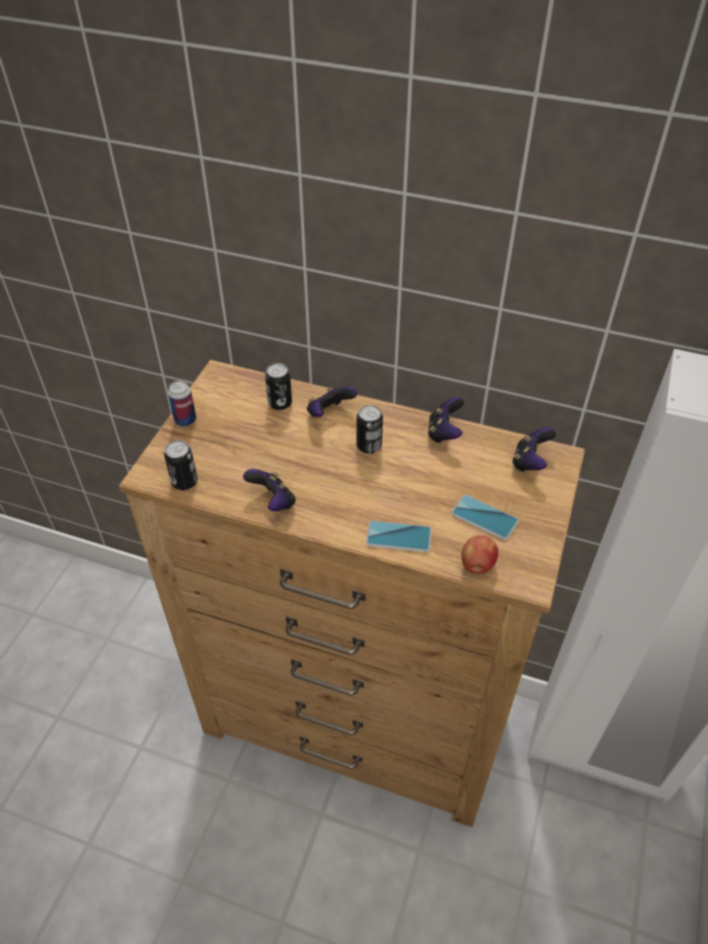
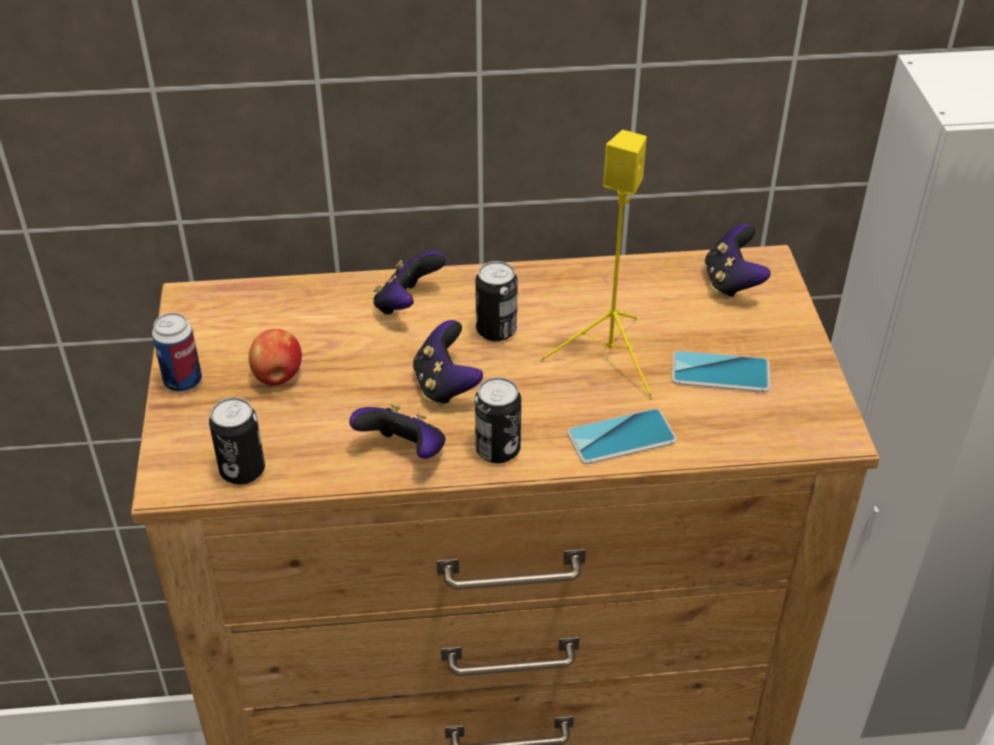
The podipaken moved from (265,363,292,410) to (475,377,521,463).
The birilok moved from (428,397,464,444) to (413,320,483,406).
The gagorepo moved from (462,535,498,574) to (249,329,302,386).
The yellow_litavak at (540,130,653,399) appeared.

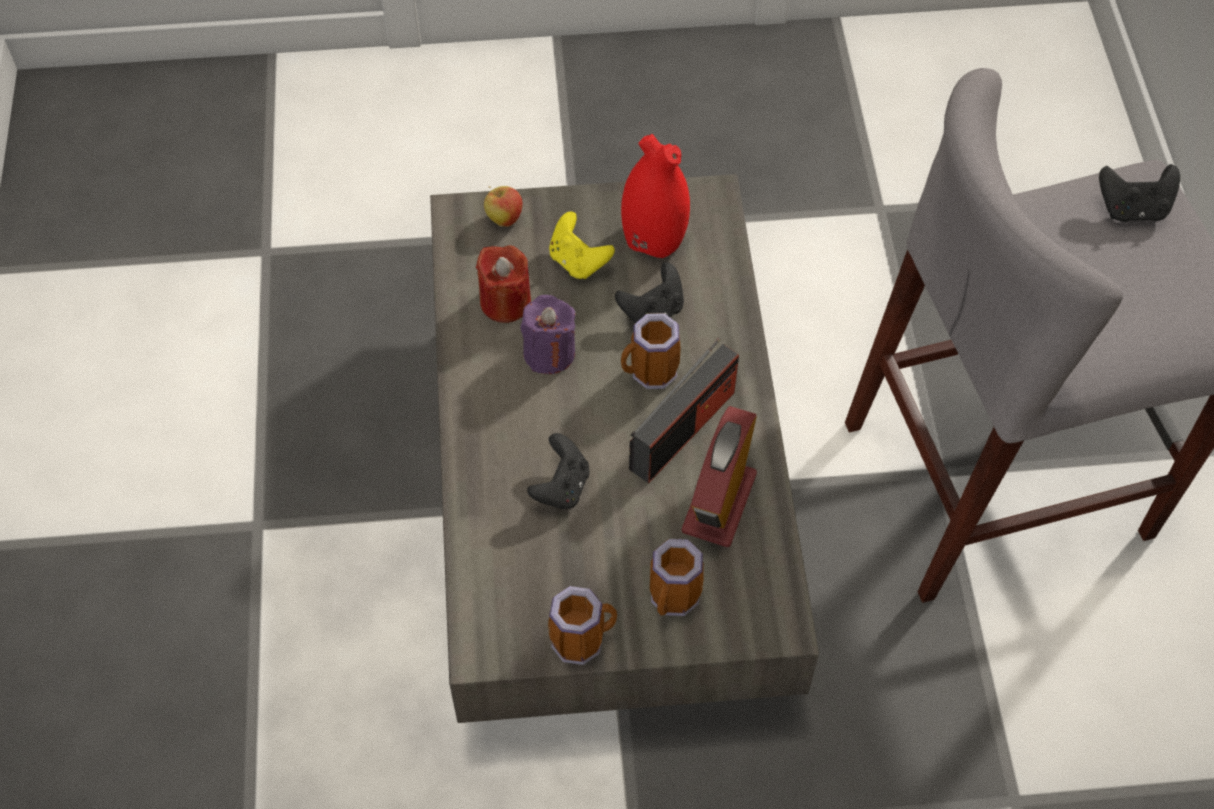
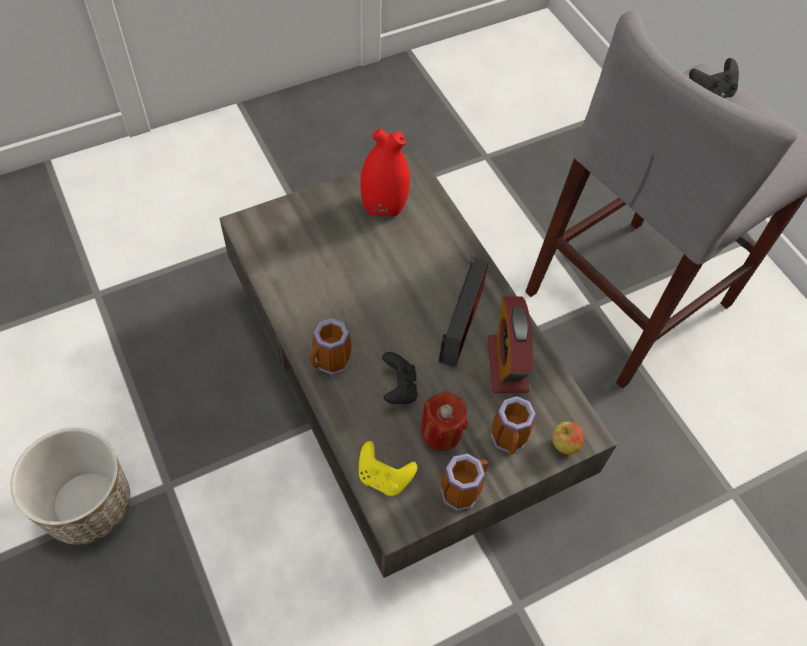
The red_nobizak moved from (476,245,531,323) to (421,392,468,451).
The gagorepo moved from (484,186,522,227) to (552,422,584,455).
The purple_nobizak at (521,295,575,374) disappeared.
The yellow_birilok moved from (549,212,615,279) to (359,441,417,496).
The black_birilok at (615,262,684,323) disappeared.
The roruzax moved from (621,313,681,389) to (310,318,351,375).
The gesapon at (11,428,130,545) appeared.

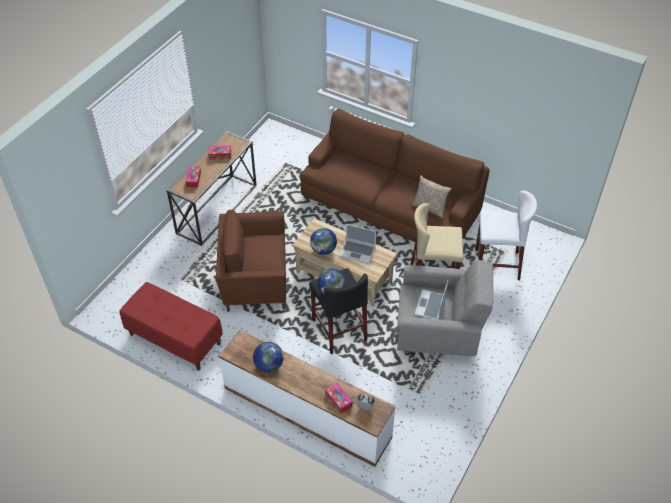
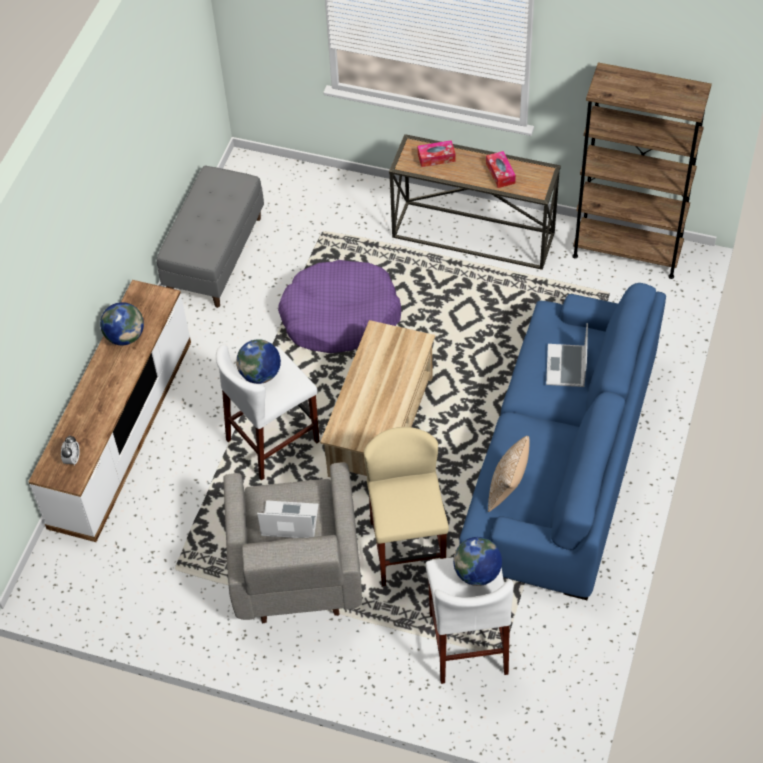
The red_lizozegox at (119,282,223,371) became the grey_lizozegox at (157,166,264,308).
The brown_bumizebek at (216,209,286,312) was replaced by the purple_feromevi at (278,260,402,353).
The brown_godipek at (300,108,489,242) became the blue_godipek at (459,283,666,600).
The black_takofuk at (309,268,368,354) became the white_takofuk at (216,344,320,480).
The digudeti moved from (310,228,337,255) to (453,537,502,586).
The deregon at (325,383,353,413) disappeared.
The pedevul moved from (339,224,376,264) to (546,323,588,387).
The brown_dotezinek at (572,62,712,279) appeared.

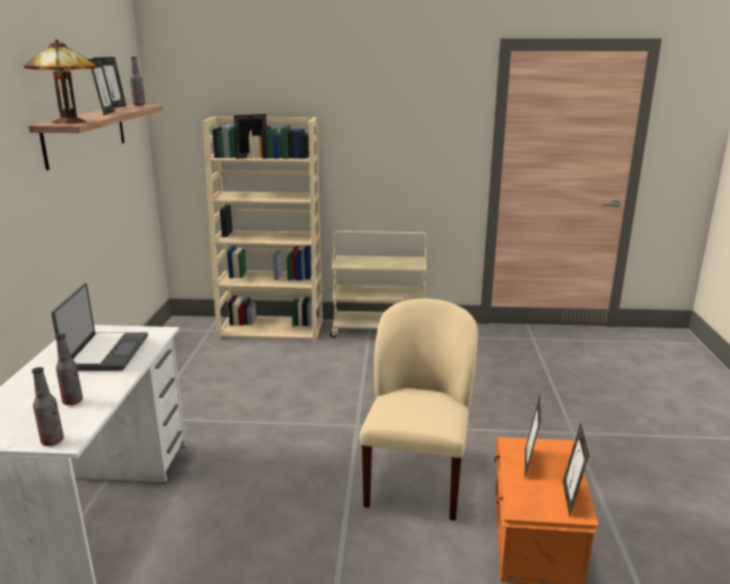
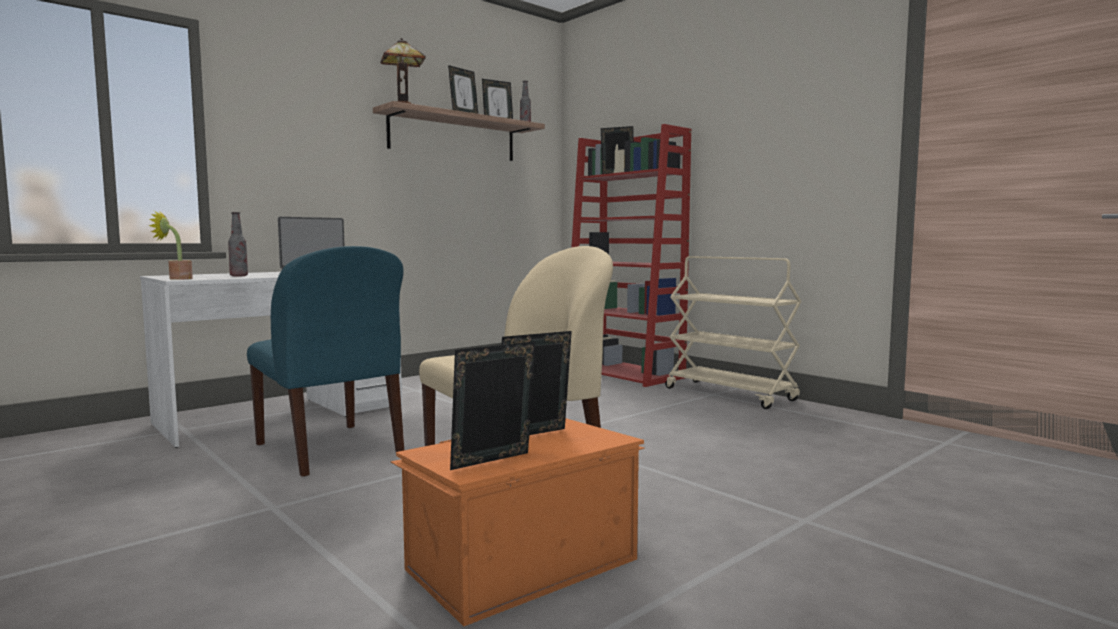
The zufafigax at (32,367,64,446) was replaced by the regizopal at (149,210,193,280).
The beige_dotezinek at (203,117,323,342) became the red_dotezinek at (571,124,691,387).
The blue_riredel at (247,246,404,477) appeared.

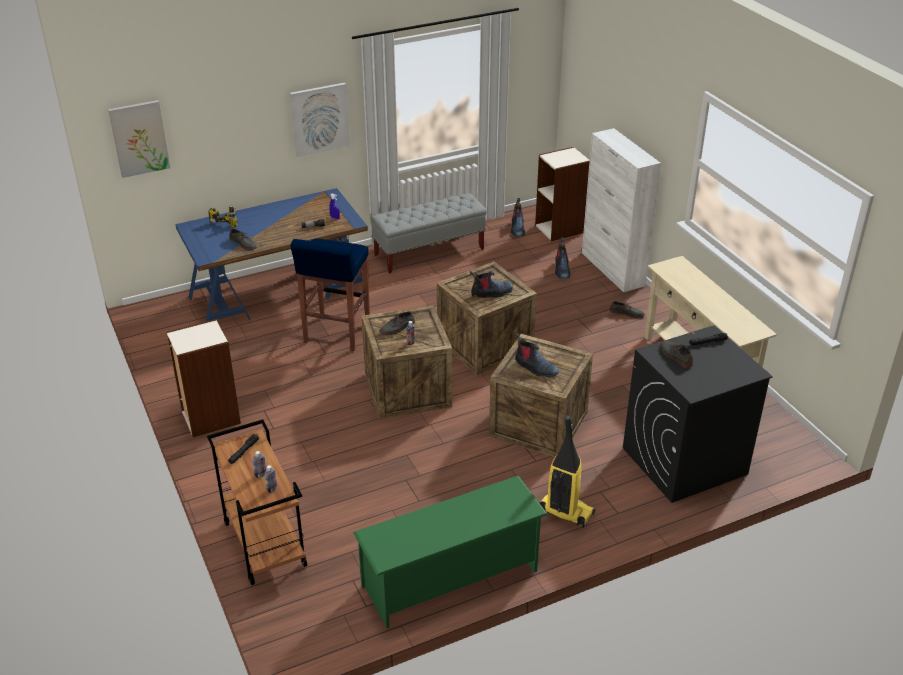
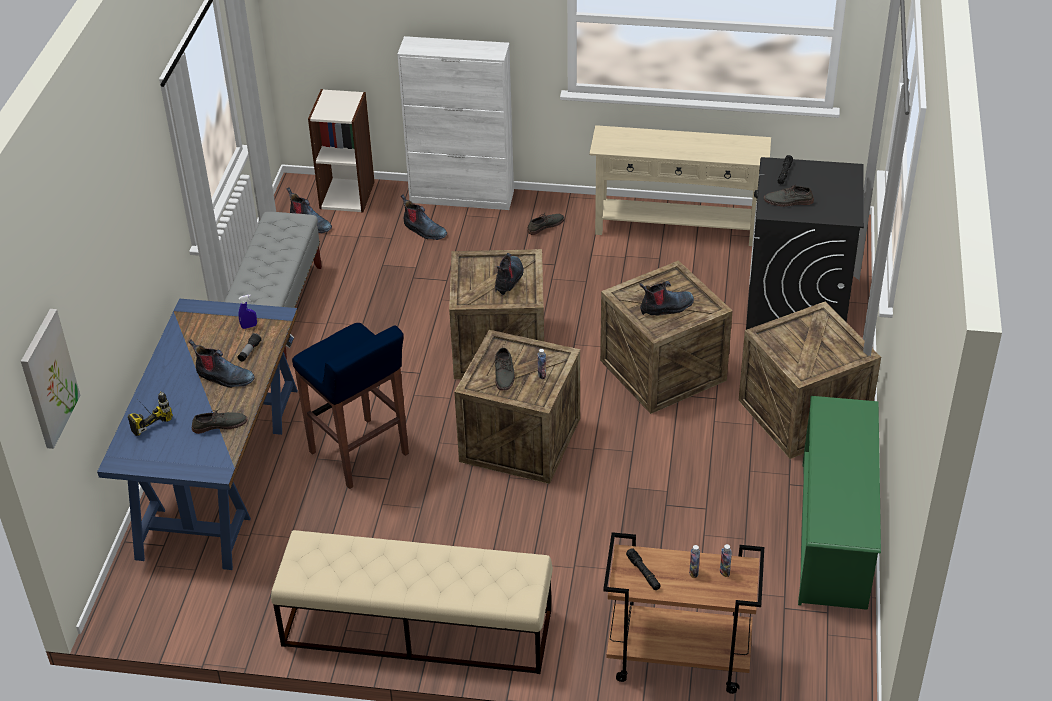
The dotezinek at (166,319,241,437) was replaced by the beige_lizozegox at (271,530,553,674).
The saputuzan at (290,83,350,157) disappeared.
The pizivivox at (539,415,595,528) was replaced by the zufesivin at (739,301,881,459).
The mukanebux at (189,339,255,388) appeared.

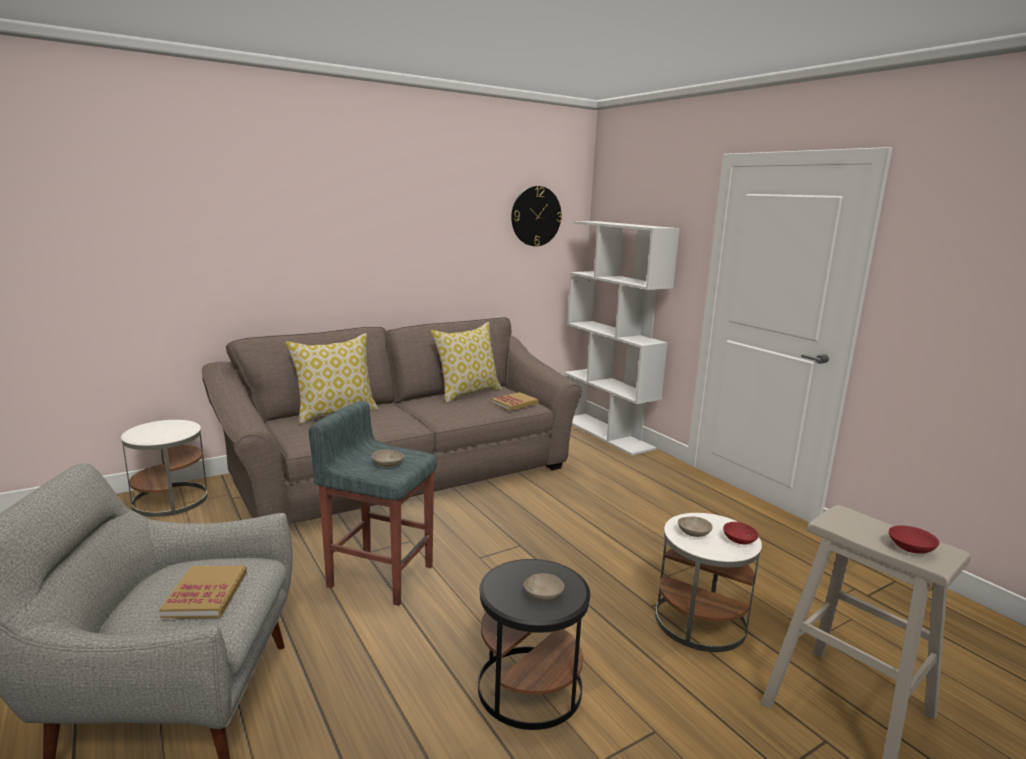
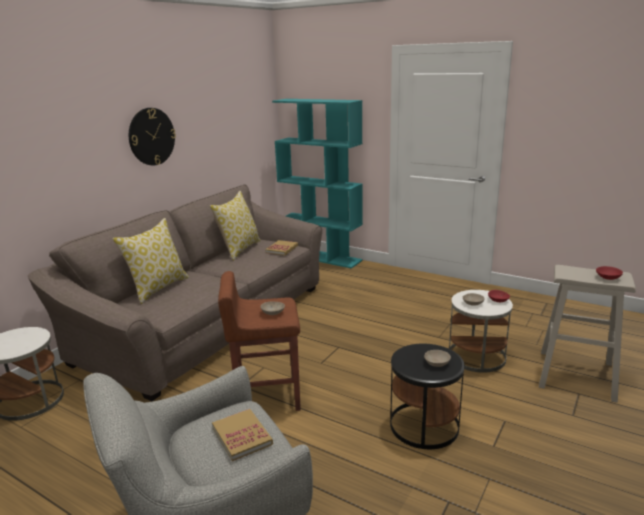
The grey_takofuk at (309,401,437,606) became the brown_takofuk at (218,271,301,411).
The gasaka moved from (511,186,562,246) to (129,108,176,165).
The white_dotezinek at (564,221,680,456) became the turquoise_dotezinek at (272,99,363,269).

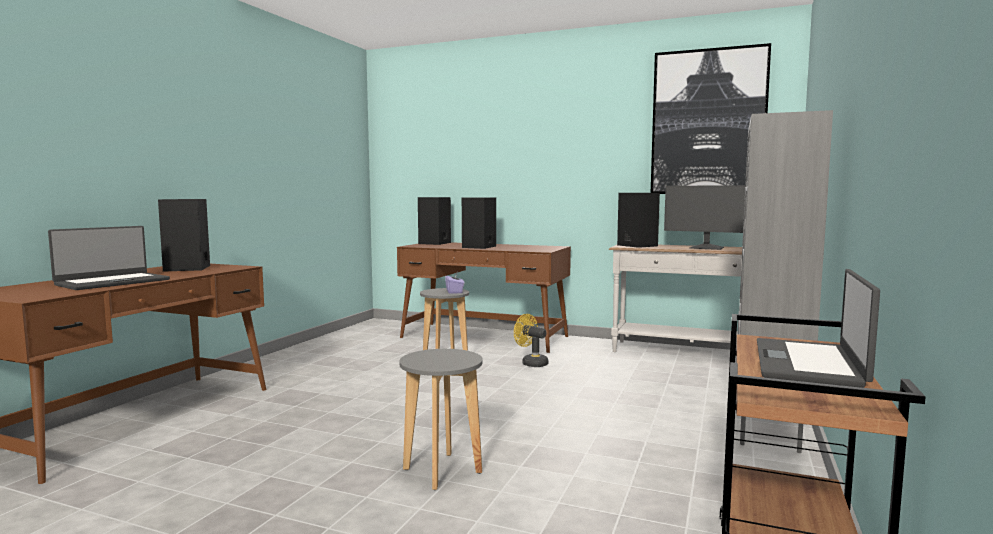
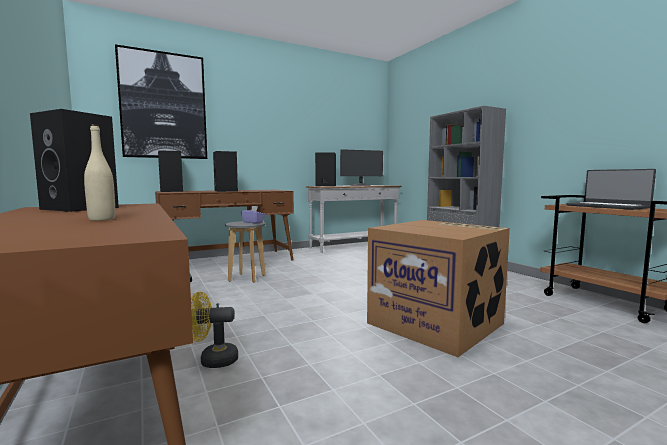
The pedevul at (48,226,170,290) was replaced by the beige_zufafigax at (84,124,115,221).
The grey_takofuk at (399,349,483,490) was replaced by the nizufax at (367,220,510,357).
The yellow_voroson moved from (514,314,548,367) to (191,292,238,368).
The saputuzan moved from (651,43,771,194) to (115,44,207,159).

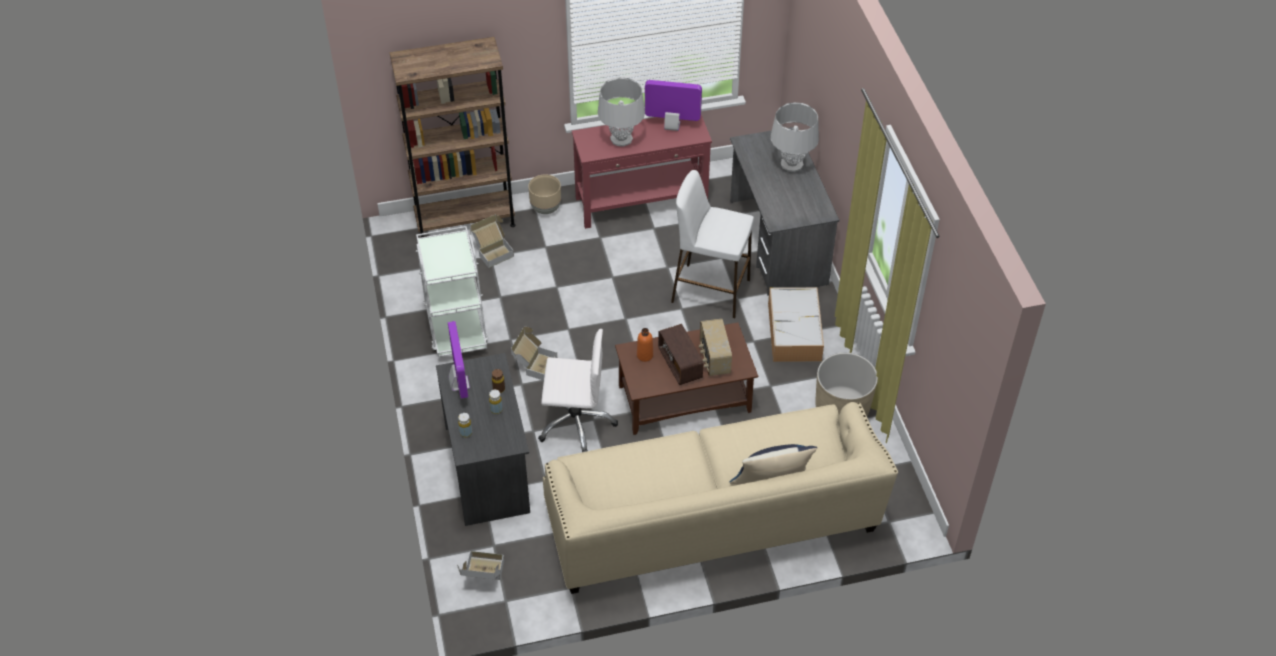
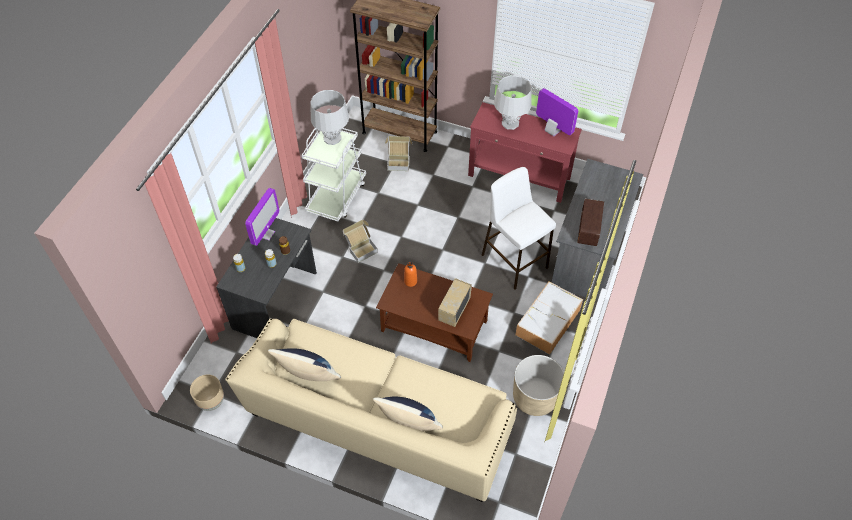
The nizufax at (457,551,504,580) disappeared.
The beige_gesapon moved from (528,174,561,214) to (190,375,224,411).
The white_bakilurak at (538,329,618,452) disappeared.
The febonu moved from (658,324,703,385) to (577,198,604,246).
The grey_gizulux moved from (771,102,819,172) to (310,90,349,145).
The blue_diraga at (268,348,341,381) appeared.

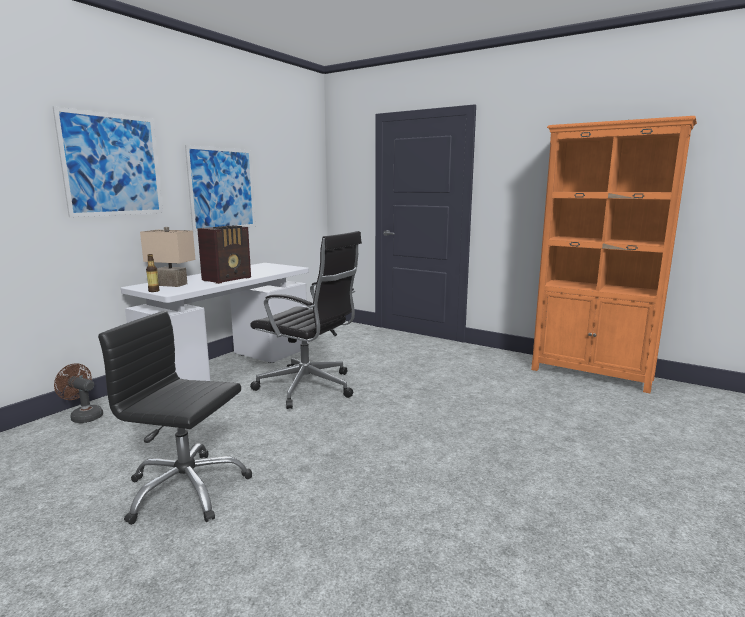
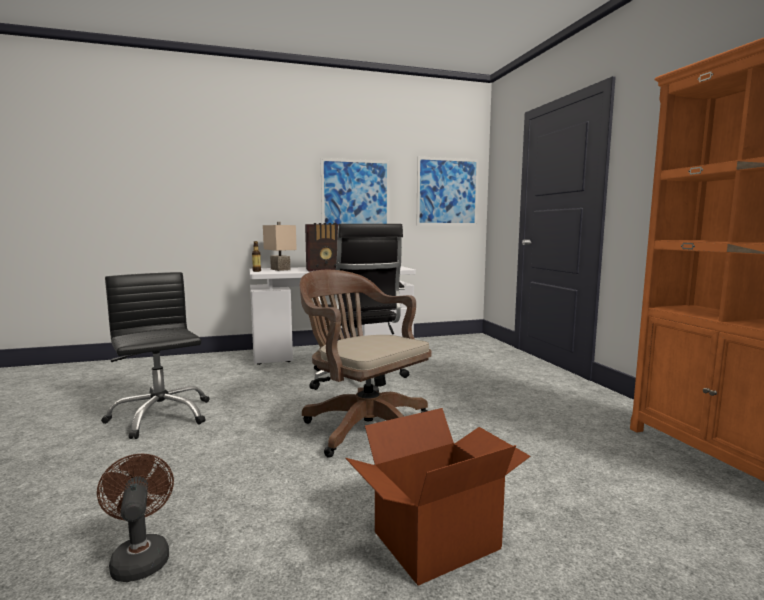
The saputuzan moved from (53,107,163,217) to (417,157,479,226).
The brown_voroson moved from (54,363,103,423) to (97,454,174,582).
The brown_bakilurak at (300,270,431,458) appeared.
The nizufax at (345,408,531,586) appeared.

